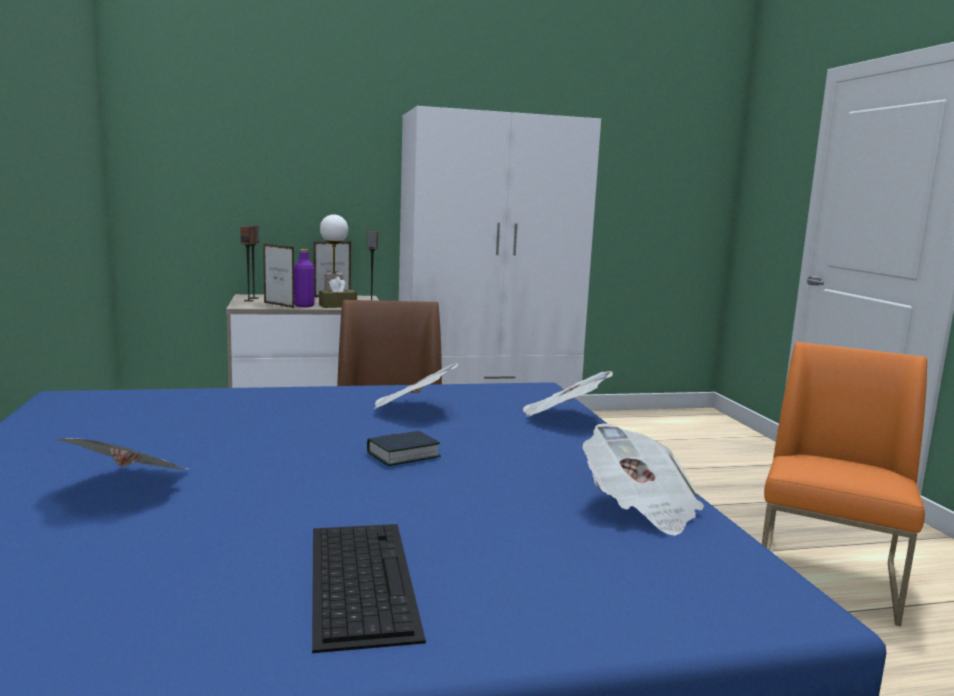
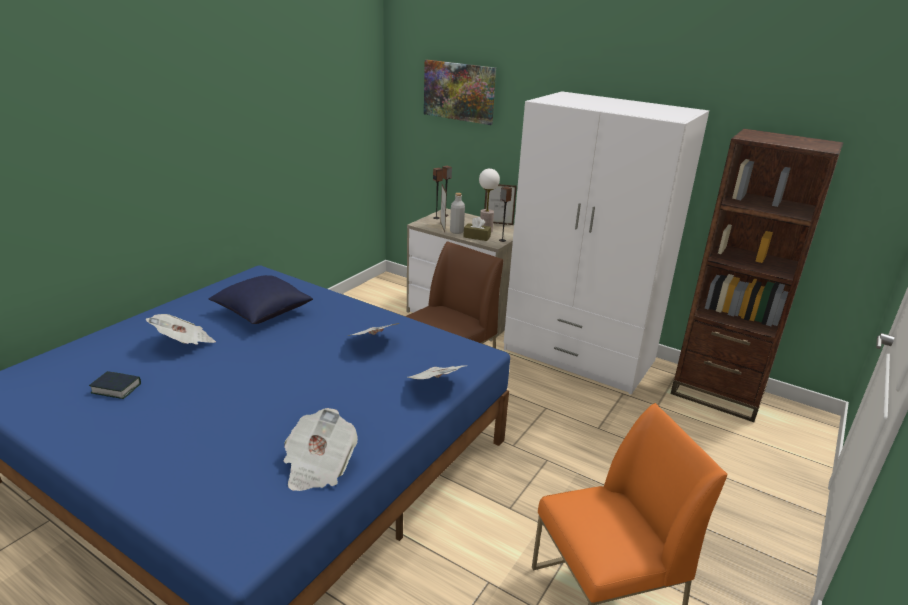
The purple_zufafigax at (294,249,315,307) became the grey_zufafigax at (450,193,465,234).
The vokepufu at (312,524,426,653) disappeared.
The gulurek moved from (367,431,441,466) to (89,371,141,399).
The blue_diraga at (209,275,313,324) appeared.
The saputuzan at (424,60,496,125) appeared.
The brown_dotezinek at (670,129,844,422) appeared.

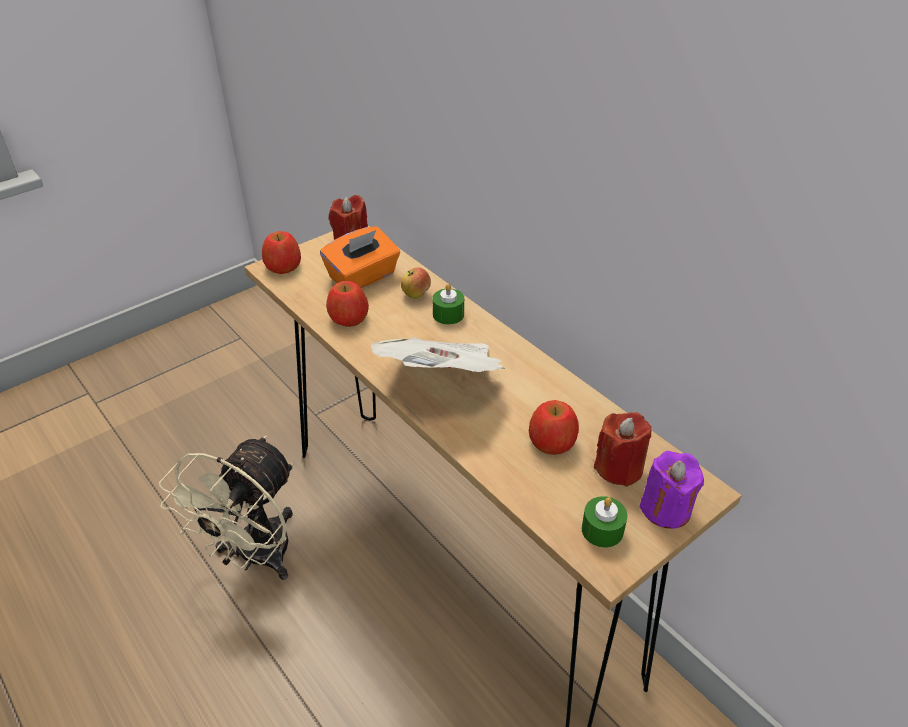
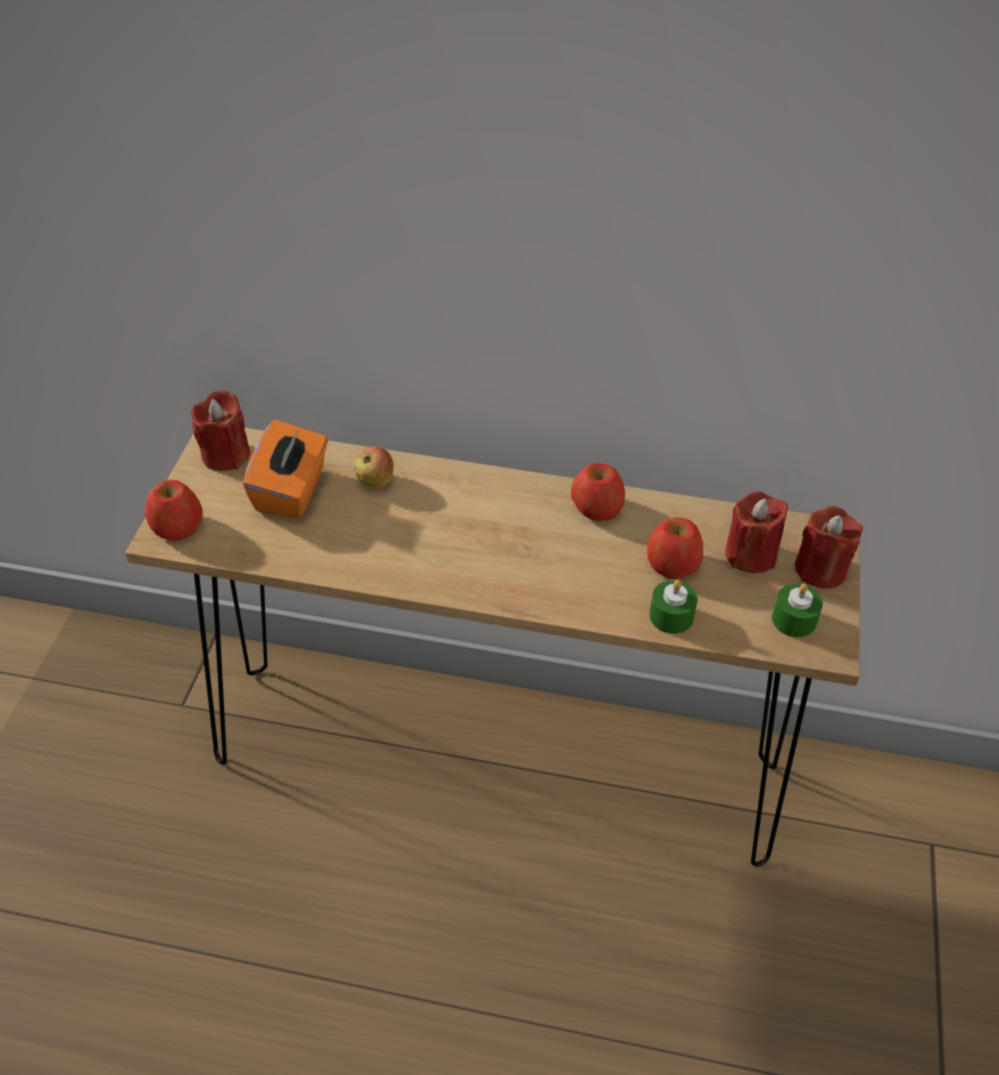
The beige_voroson at (159,435,294,580) disappeared.
The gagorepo moved from (326,281,369,327) to (571,463,625,521).
The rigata at (370,337,504,372) disappeared.
The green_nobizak moved from (432,283,464,324) to (649,580,698,634).
The purple_nobizak at (640,451,704,529) became the red_nobizak at (795,506,863,588).

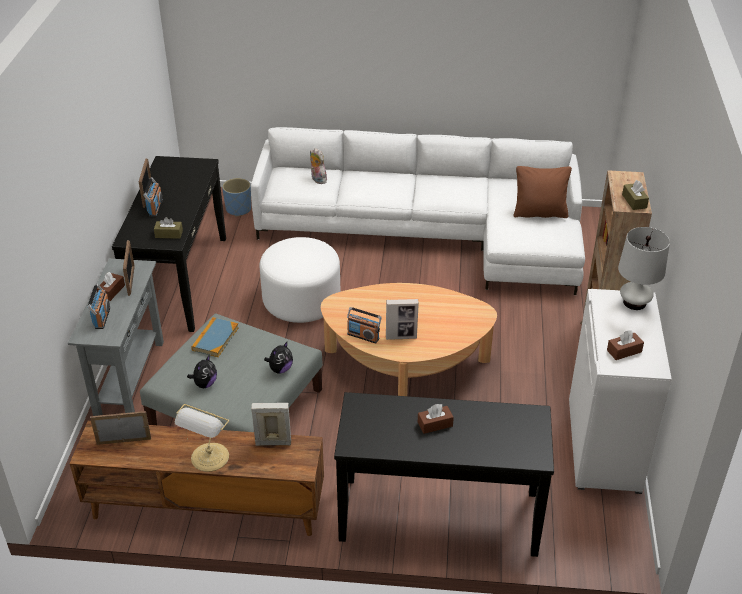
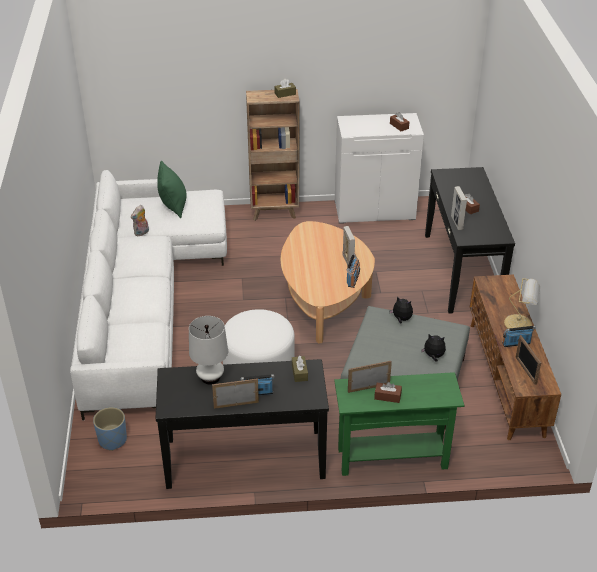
The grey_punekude at (68,258,164,416) became the green_punekude at (334,372,464,476).
The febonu moved from (87,284,110,329) to (502,326,536,347).
The gulurek at (191,317,239,357) disappeared.
The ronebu moved from (251,403,291,446) to (451,186,467,230).
The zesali moved from (310,148,327,184) to (131,205,149,236).
The brown_diraga at (513,166,572,218) became the green_diraga at (157,161,187,218).
The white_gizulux moved from (618,227,670,310) to (189,316,228,384).

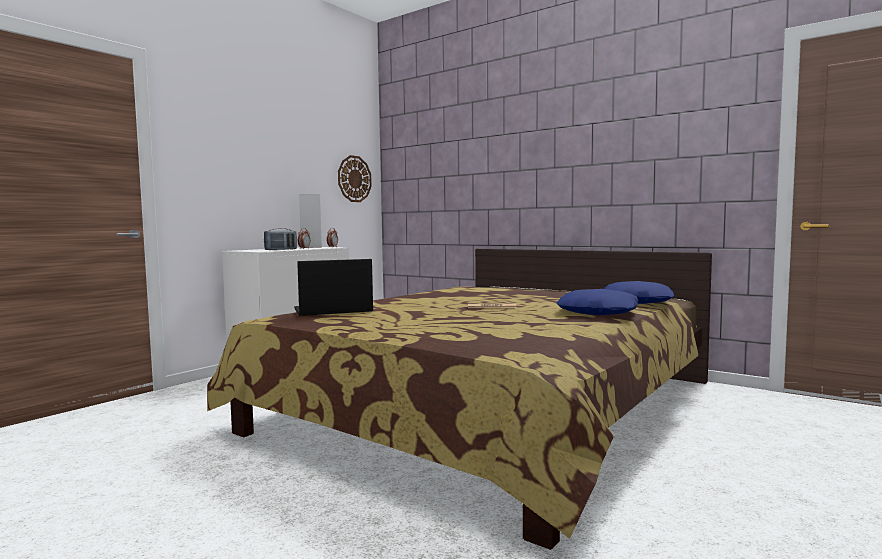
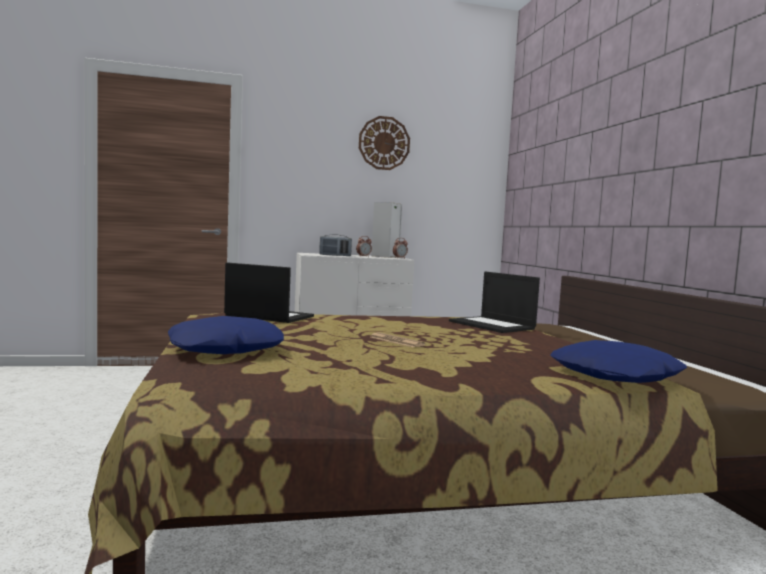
The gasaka moved from (338,155,372,202) to (359,116,410,170).
The blue_diraga moved from (556,289,639,315) to (168,316,284,354).
The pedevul at (449,272,540,333) appeared.

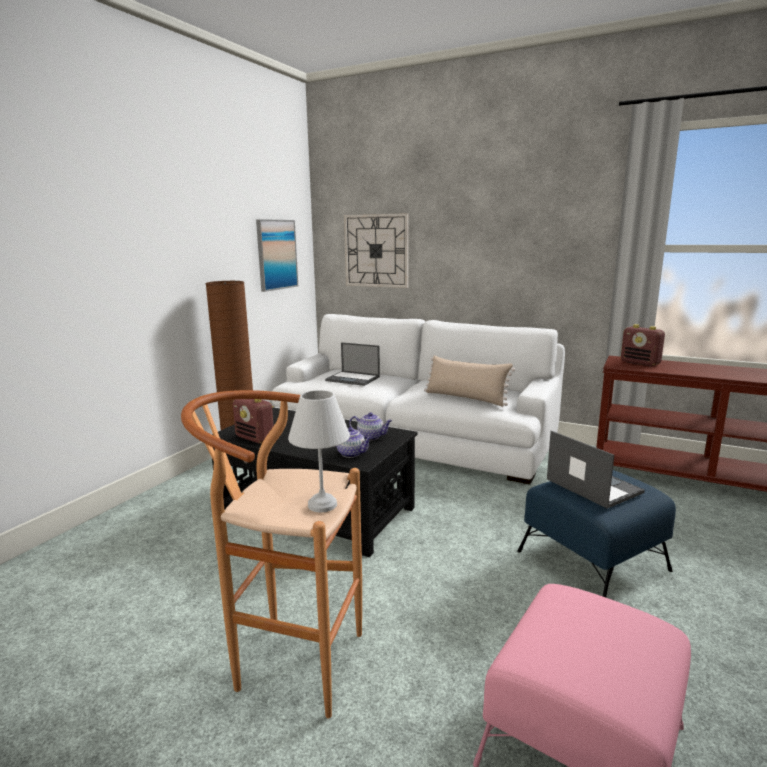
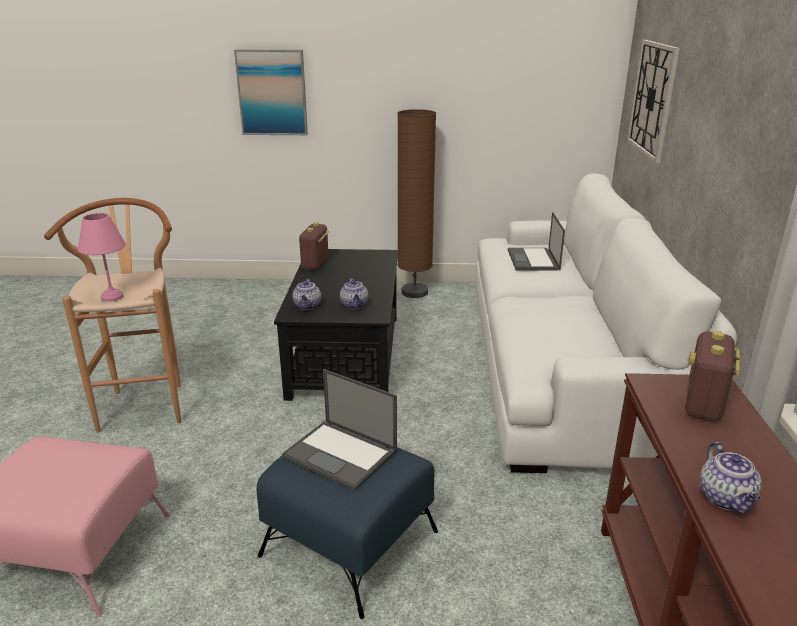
The saputuzan moved from (256,219,298,292) to (234,50,308,135).
The white_gizulux at (288,390,350,513) became the pink_gizulux at (78,213,126,302).
The beige_diraga at (424,355,515,407) disappeared.
The pedevul at (547,431,645,509) turned 90 degrees clockwise.
The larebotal at (700,442,762,513) appeared.

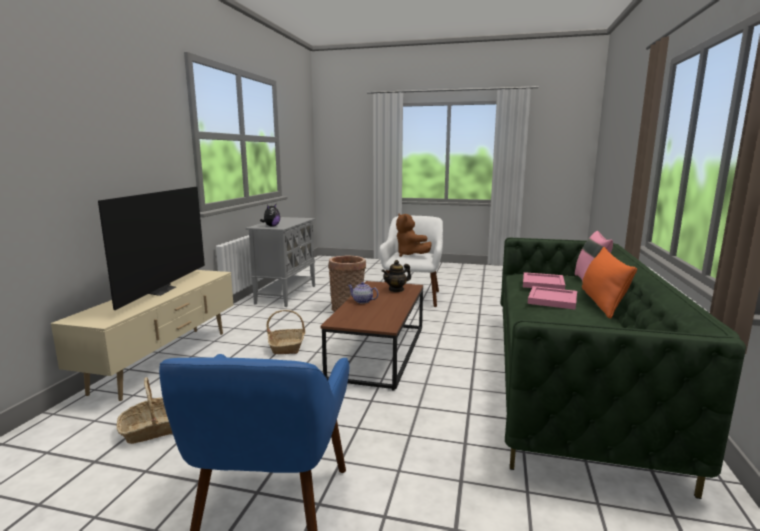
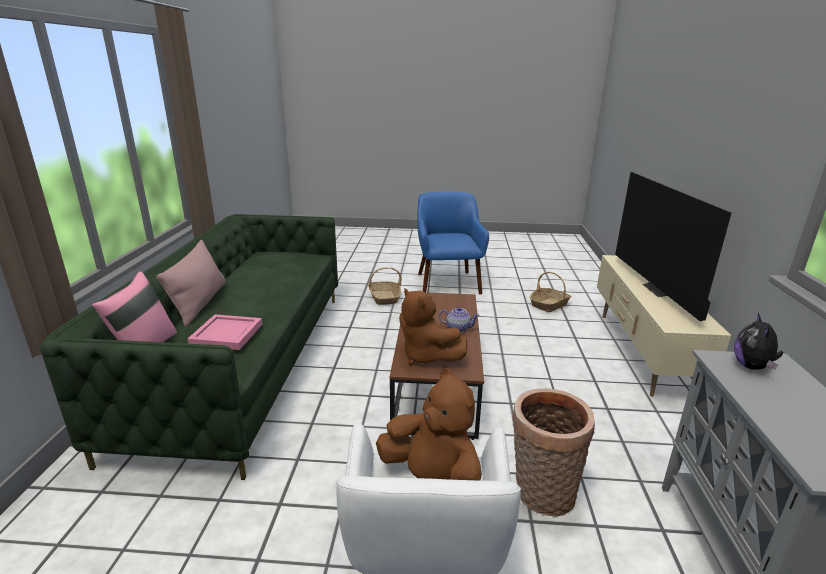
The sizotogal moved from (266,310,305,354) to (368,267,402,305).
The larebotal at (382,260,411,292) was replaced by the brown_zesali at (399,288,467,365).
The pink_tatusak at (528,286,577,310) disappeared.
The orange_diraga at (582,247,637,319) became the pink_diraga at (156,240,226,327).

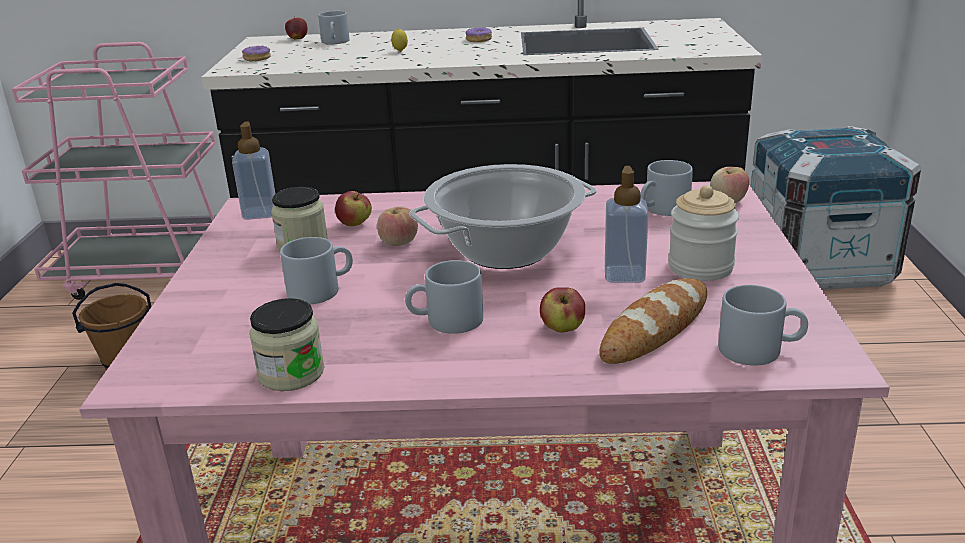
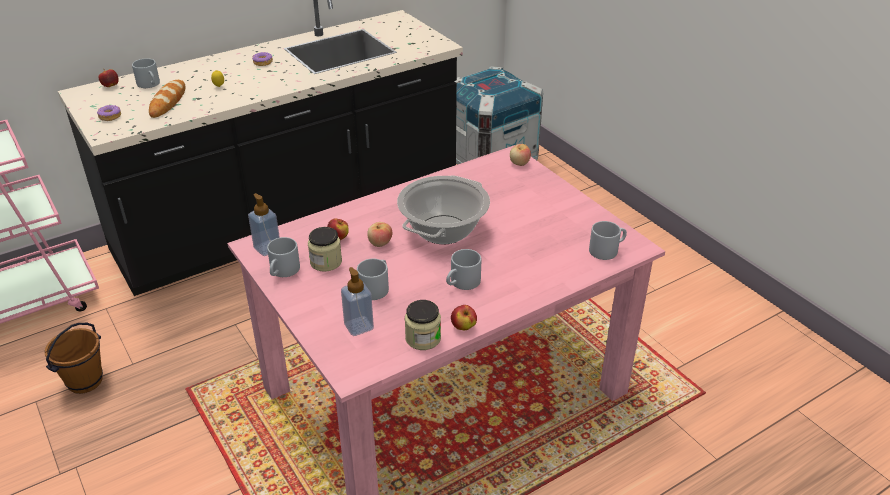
The gagorepo moved from (540,287,585,332) to (451,305,477,330).
The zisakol moved from (599,278,707,364) to (149,80,185,118).
The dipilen moved from (605,166,648,283) to (341,267,374,336).
The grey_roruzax moved from (640,160,693,216) to (267,237,300,277).
The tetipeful at (668,185,739,281) disappeared.

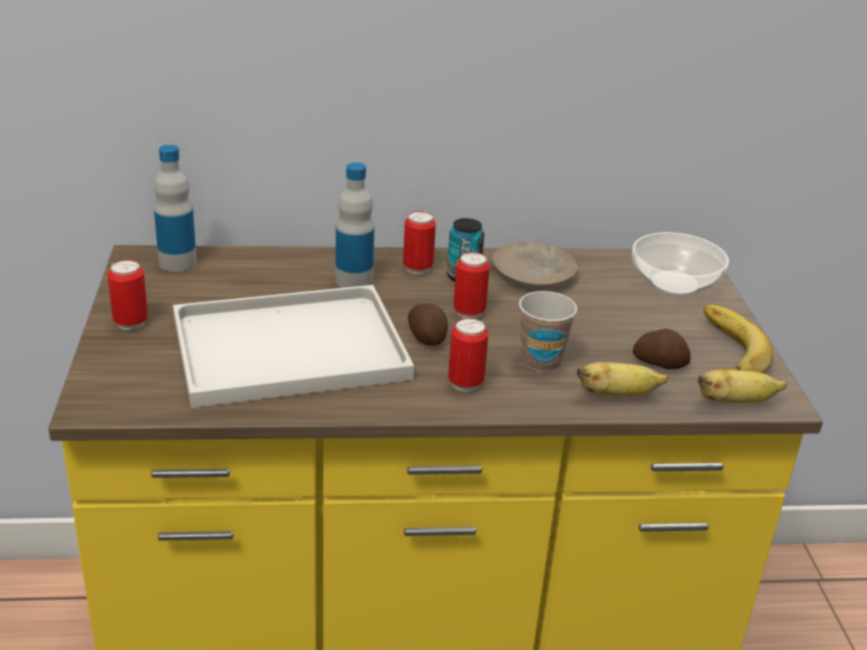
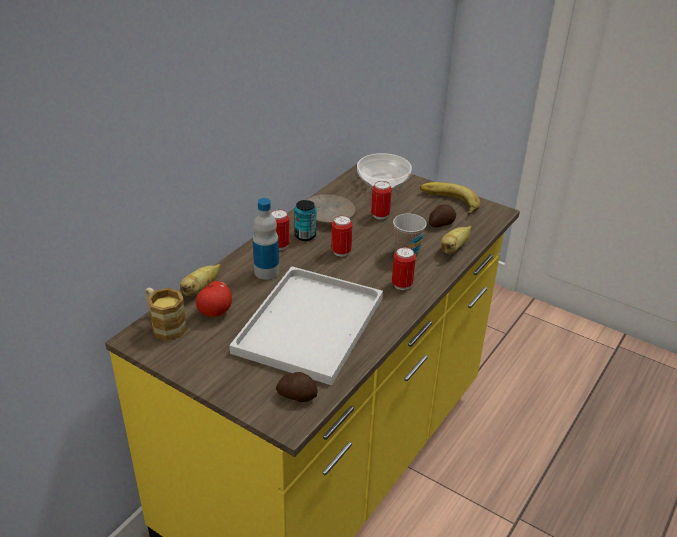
The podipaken moved from (108,260,148,330) to (371,181,392,219).
The zufafigax at (154,145,197,272) was replaced by the roruzax at (145,288,187,341).
The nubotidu moved from (408,304,448,346) to (276,372,318,402).
The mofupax moved from (698,369,787,404) to (180,264,221,296).
The gagorepo at (196,279,232,317) appeared.

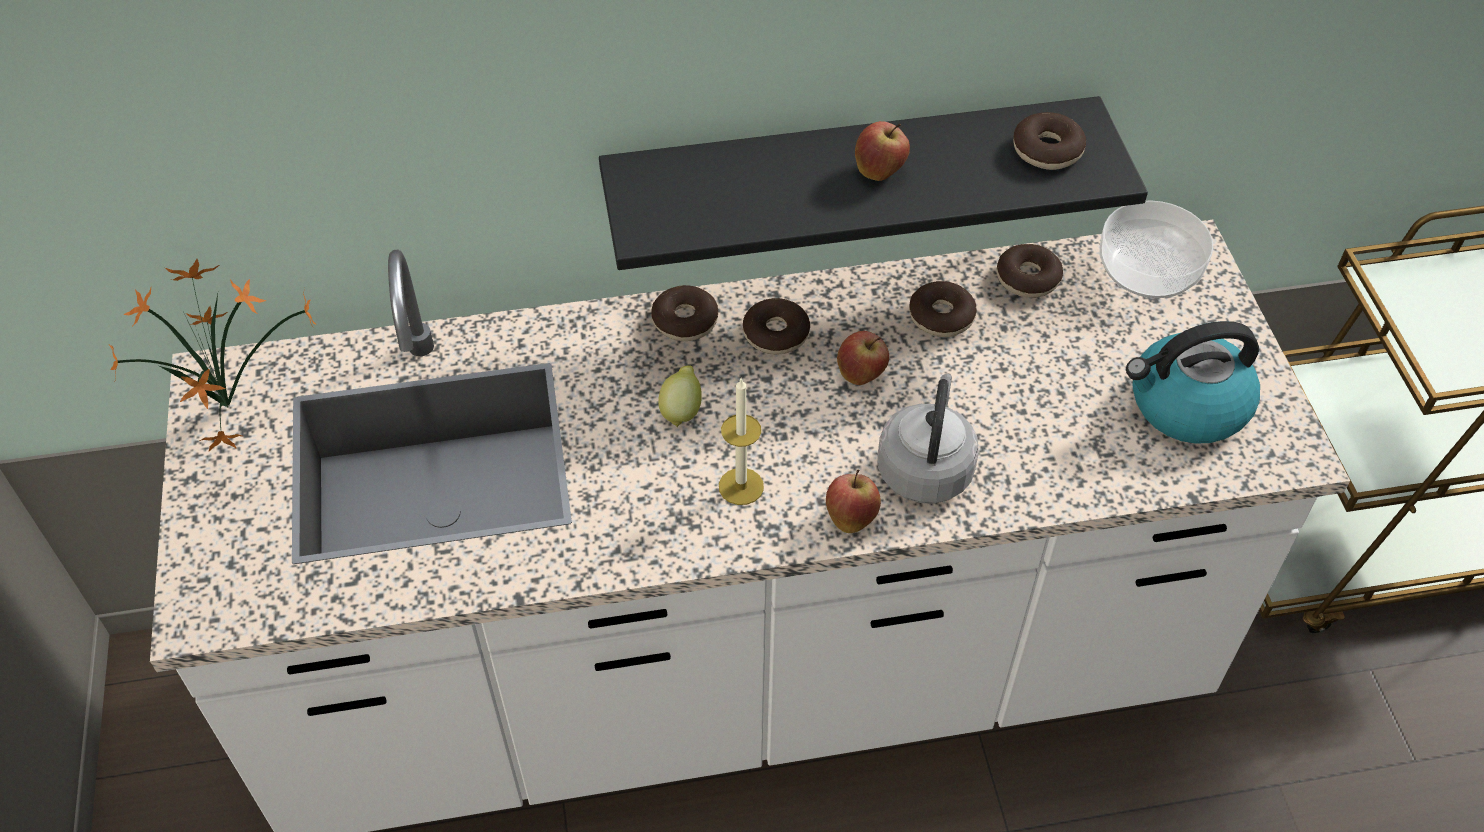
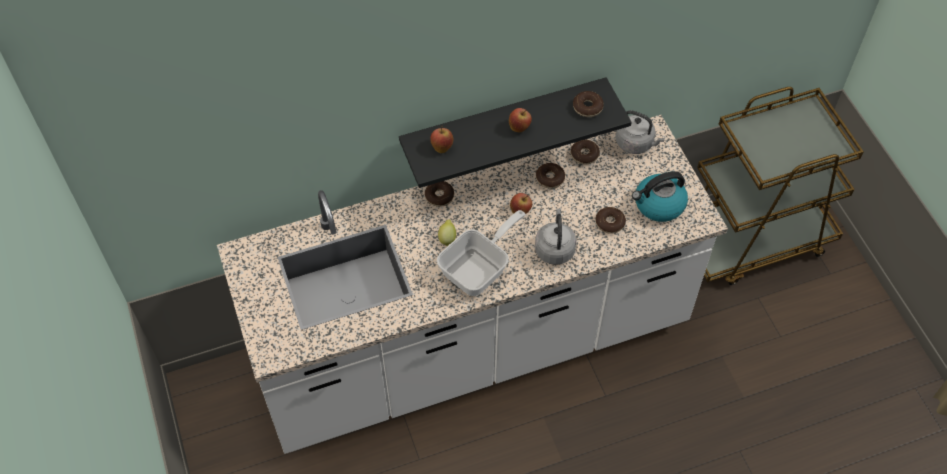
The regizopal at (109,259,317,451) disappeared.
The nobizak at (719,377,764,505) was replaced by the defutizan at (437,210,525,296).
The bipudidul moved from (743,298,810,355) to (595,207,626,234).
The gagorepo moved from (826,470,881,533) to (430,126,453,153).
The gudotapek at (1099,201,1213,298) was replaced by the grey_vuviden at (616,110,665,154).

